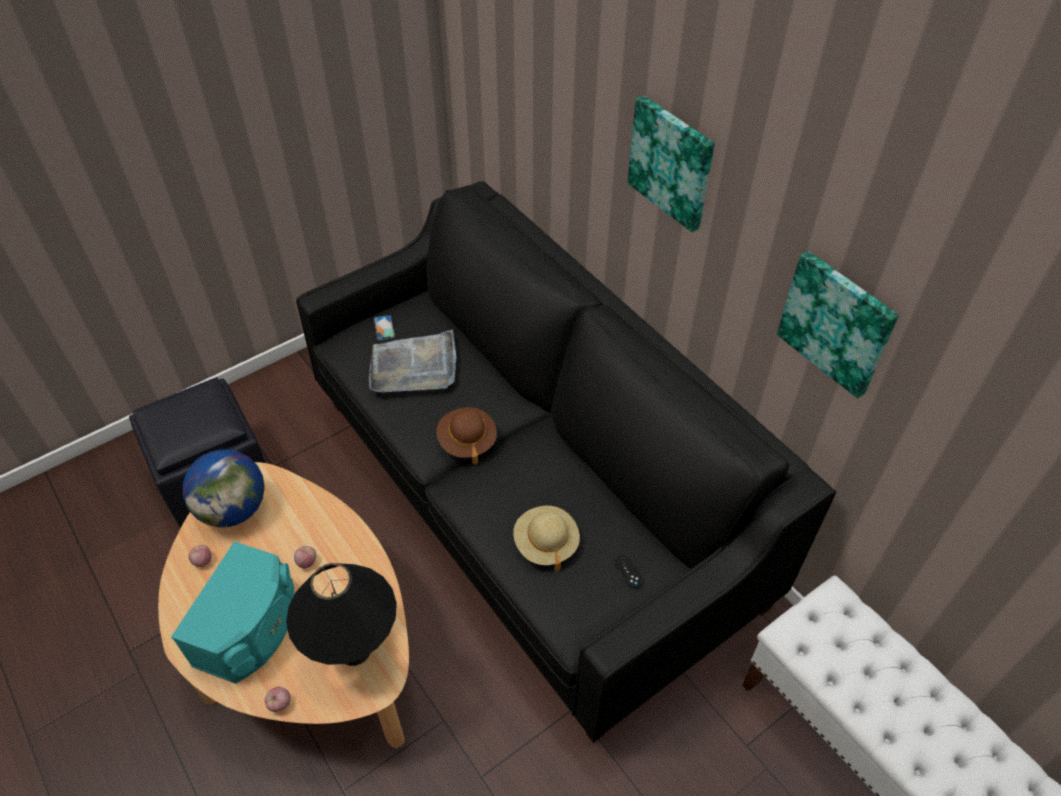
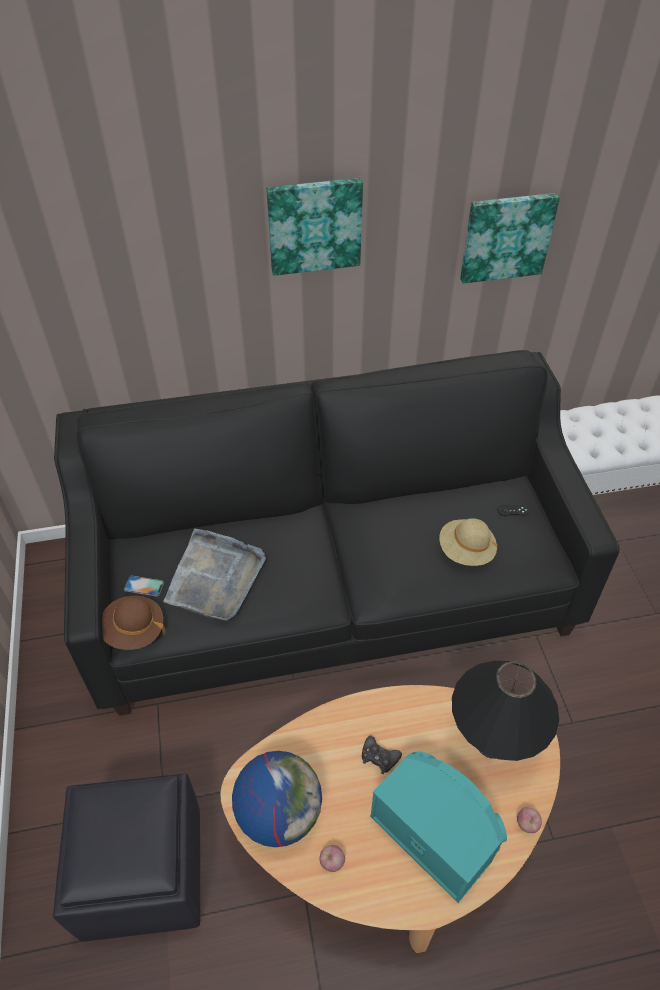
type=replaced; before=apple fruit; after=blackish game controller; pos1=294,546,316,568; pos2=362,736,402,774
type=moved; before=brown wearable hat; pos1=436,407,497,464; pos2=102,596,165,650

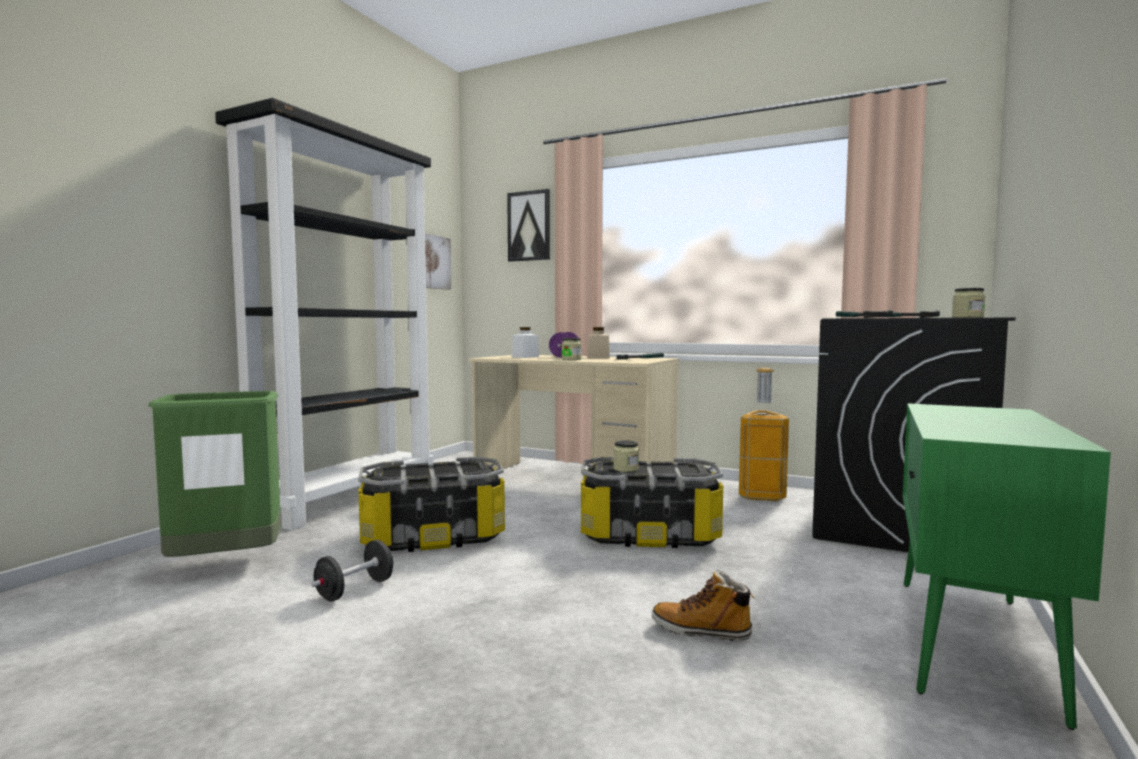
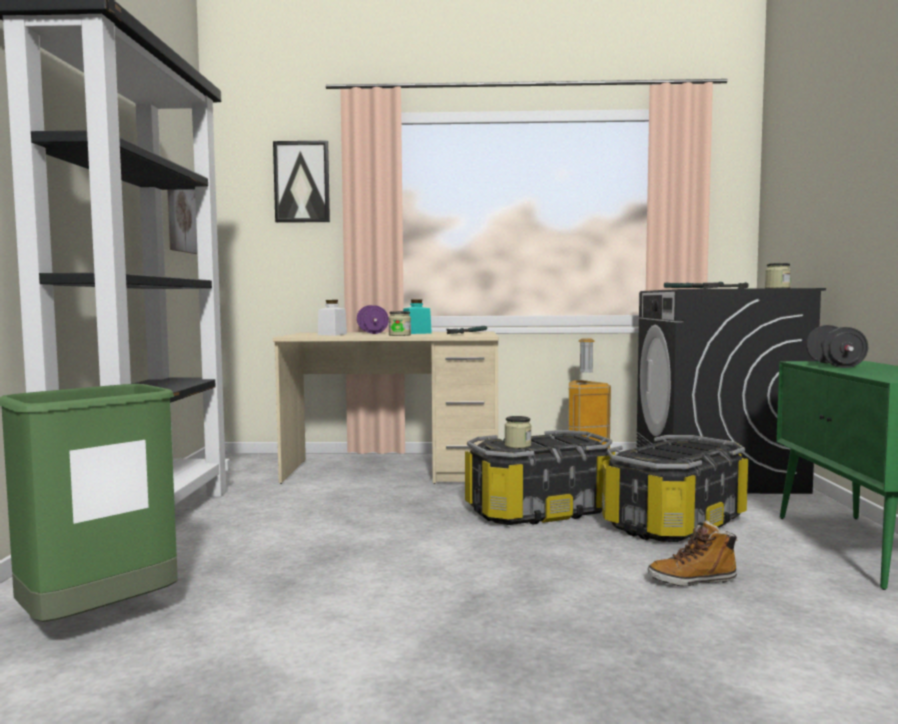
type=moved; before=blackish hand weight; pos1=311,540,393,602; pos2=806,325,868,368
type=moved; before=storage box; pos1=358,457,505,552; pos2=602,435,748,542
type=recoloured; before=sand-coloured preserve jar; after=turquoise preserve jar; pos1=588,327,610,359; pos2=403,299,432,334

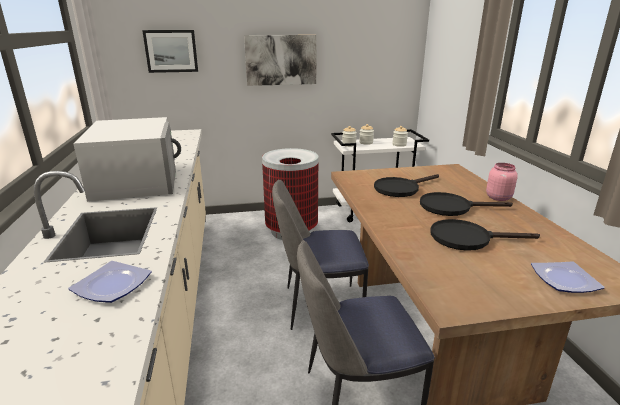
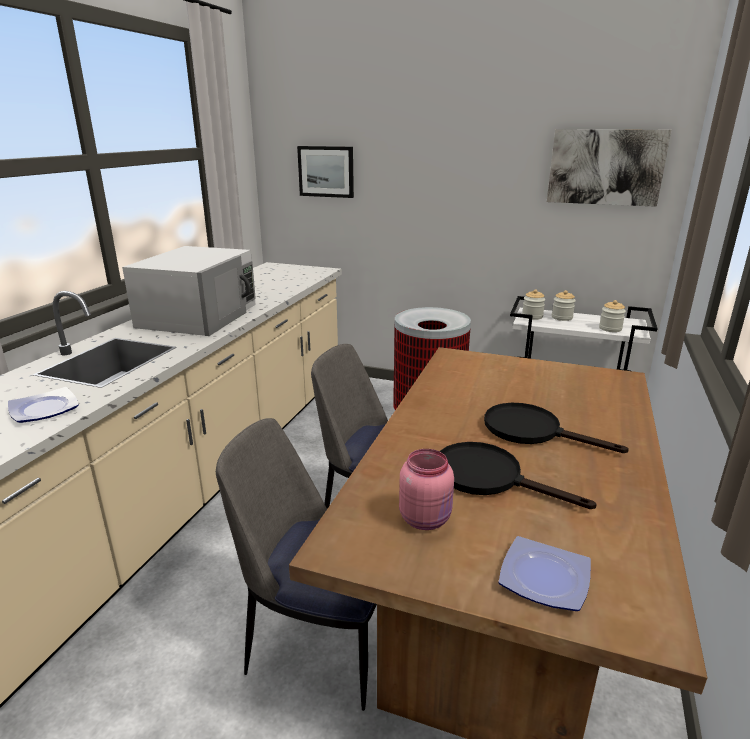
type=moved; before=picture; pos1=244,35,317,86; pos2=547,129,672,207
type=removed; before=blackish frying pan; pos1=374,174,439,197
type=moved; before=pink preserve jar; pos1=486,163,518,201; pos2=399,449,454,530

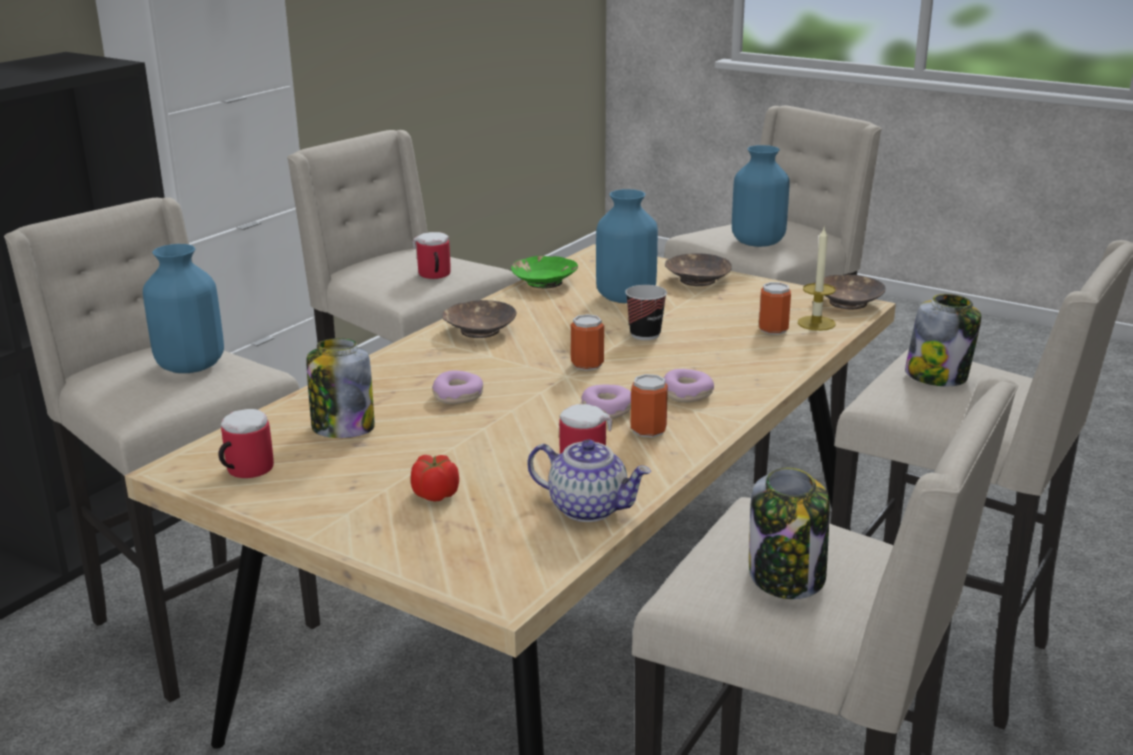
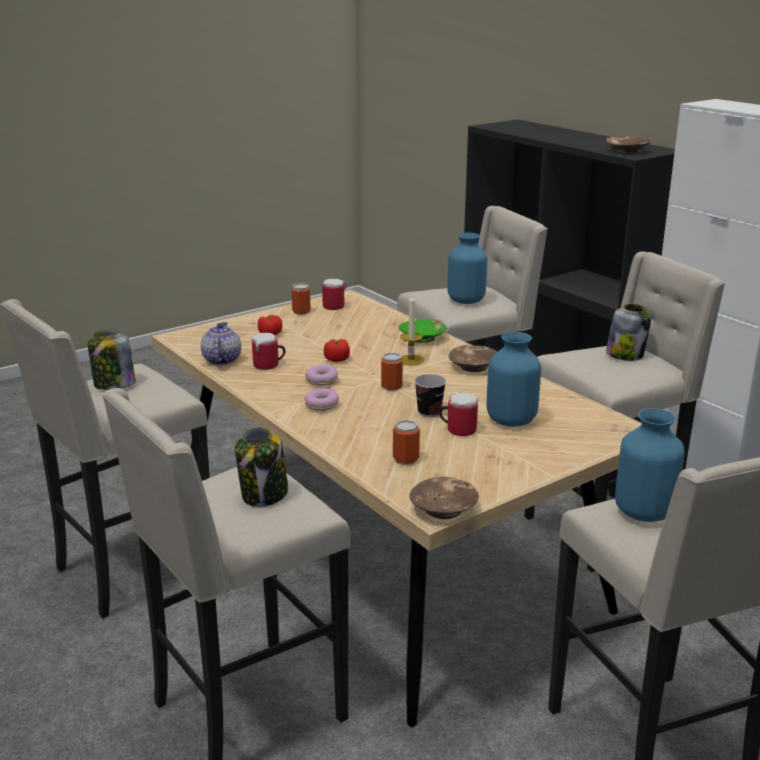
type=moved; before=preserve jar; pos1=306,338,375,438; pos2=606,304,651,361
type=moved; before=tea mug; pos1=413,232,451,279; pos2=439,393,478,436
type=removed; before=doughnut; pos1=432,370,483,404
type=moved; before=green-coloured serving bowl; pos1=511,256,578,288; pos2=399,319,447,343
type=turned; before=pot for tea; pos1=527,439,651,522; pos2=201,322,241,365; turn=135
type=moved; before=sealed can; pos1=631,374,668,438; pos2=291,283,311,315
type=moved; before=brown serving bowl; pos1=665,253,732,286; pos2=606,136,652,154
type=moved; before=candle; pos1=798,226,836,331; pos2=400,295,424,366
type=added; after=tomato; pos2=324,339,350,362

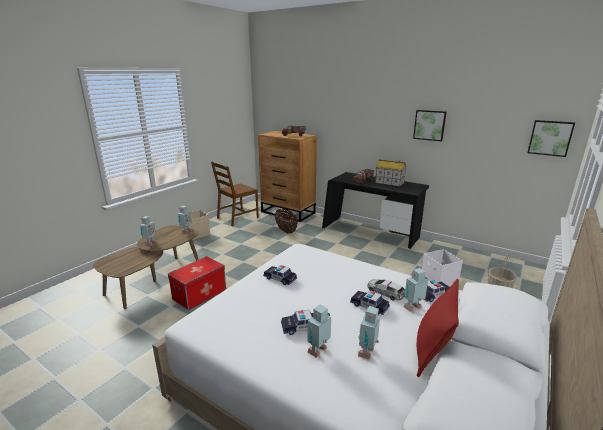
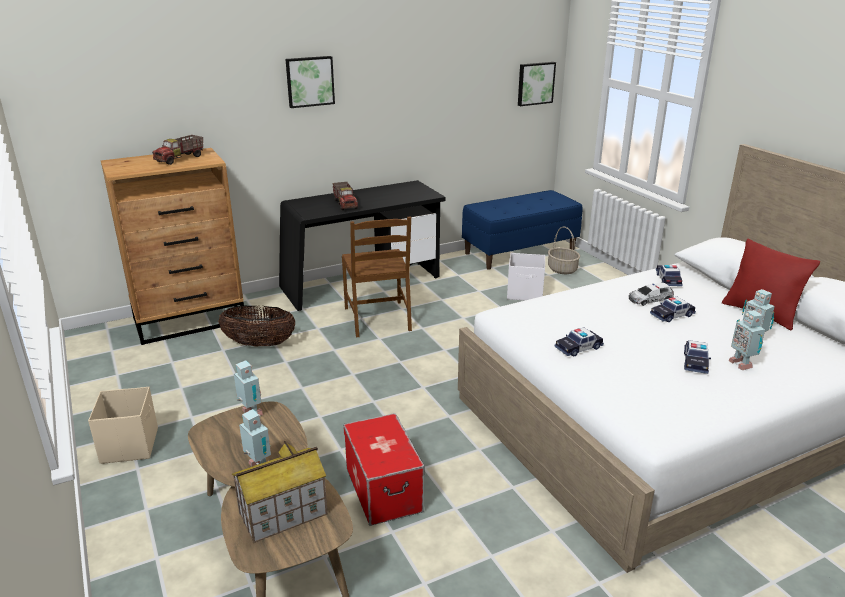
type=moved; before=brown plain chair; pos1=211,161,259,226; pos2=342,216,412,338
type=moved; before=toy house; pos1=375,159,406,187; pos2=232,441,328,543
type=removed; before=model robot; pos1=403,268,428,312
type=moved; before=picture; pos1=413,110,447,142; pos2=285,56,335,108
type=added; after=blue-coloured indoor bench; pos2=462,190,583,270

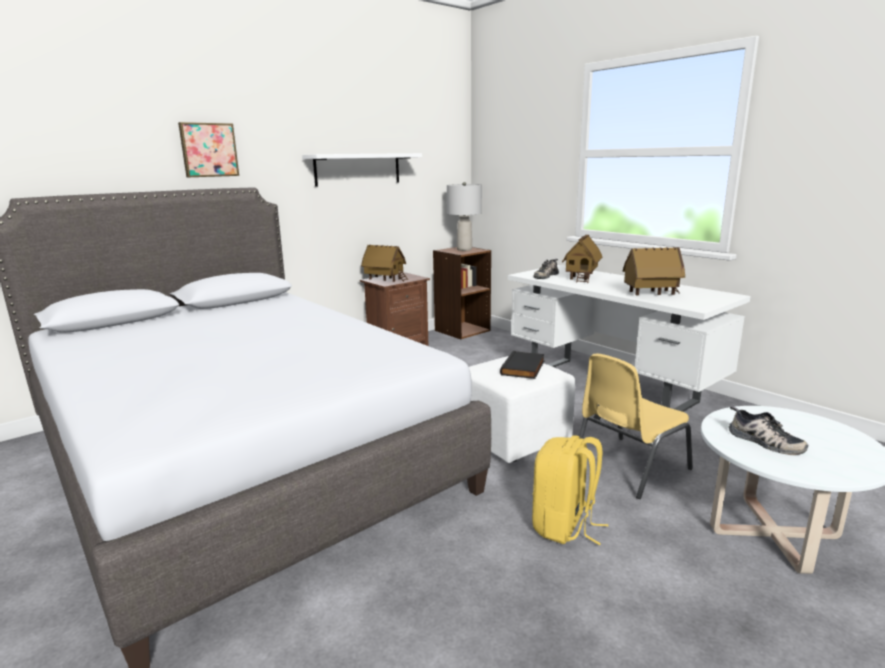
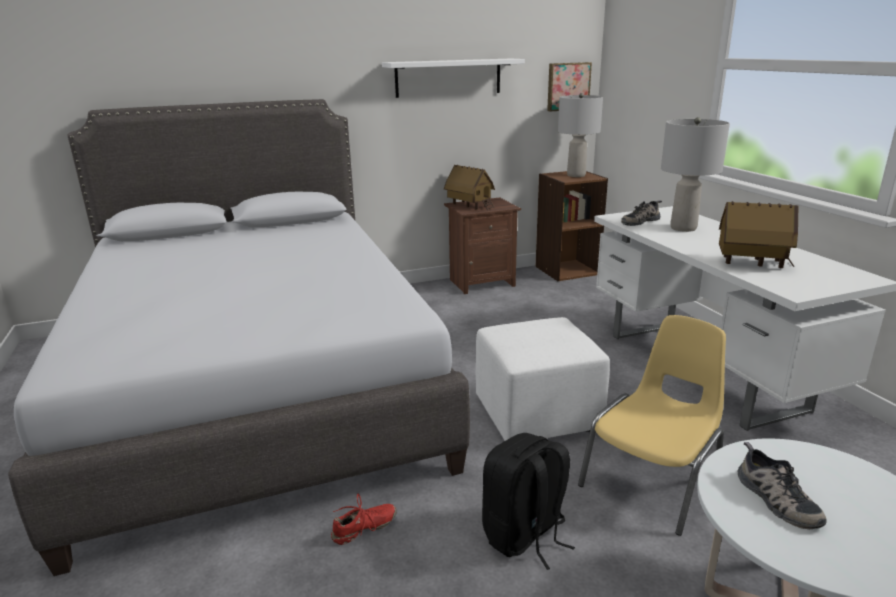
type=moved; before=picture; pos1=178,122,239,177; pos2=547,62,592,111
type=removed; before=blackish book; pos1=500,351,545,379
type=recoloured; before=yellow backpack; after=blackish backpack; pos1=532,435,608,545; pos2=482,433,575,570
type=replaced; before=toy house; after=greyish table lamp; pos1=562,235,602,283; pos2=661,117,730,232
type=turned; before=yellow plain chair; pos1=579,354,693,499; pos2=578,315,726,536; turn=150
type=added; after=red-coloured shoe; pos2=331,493,397,545

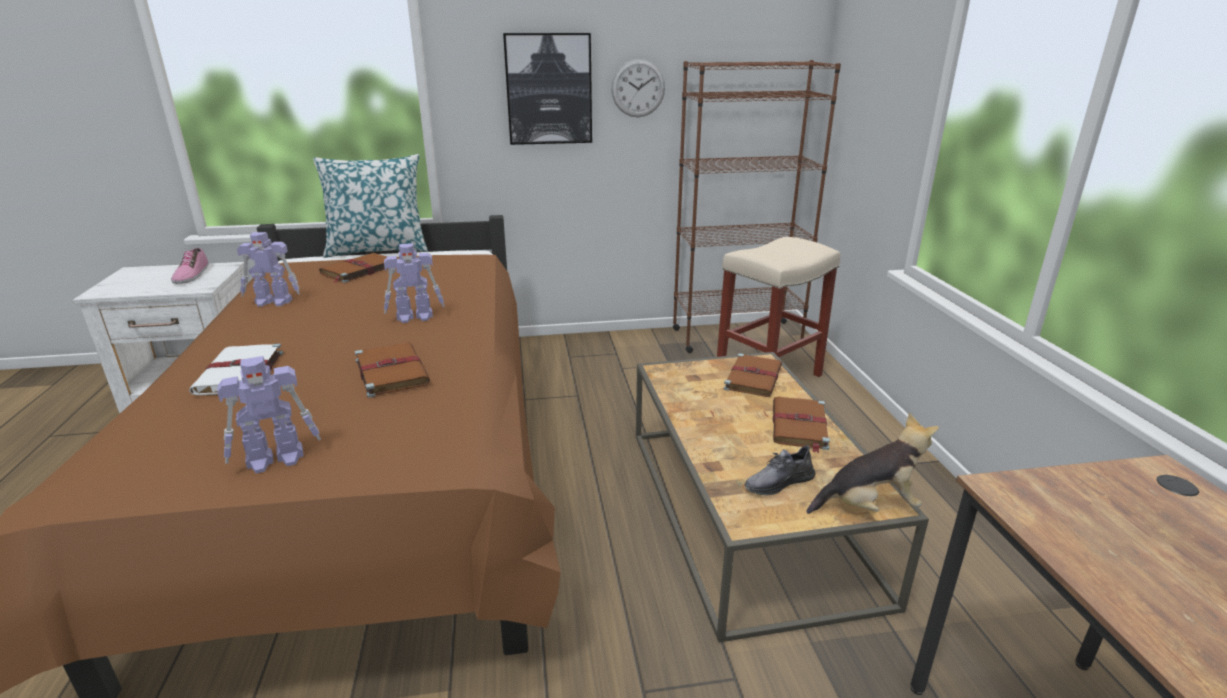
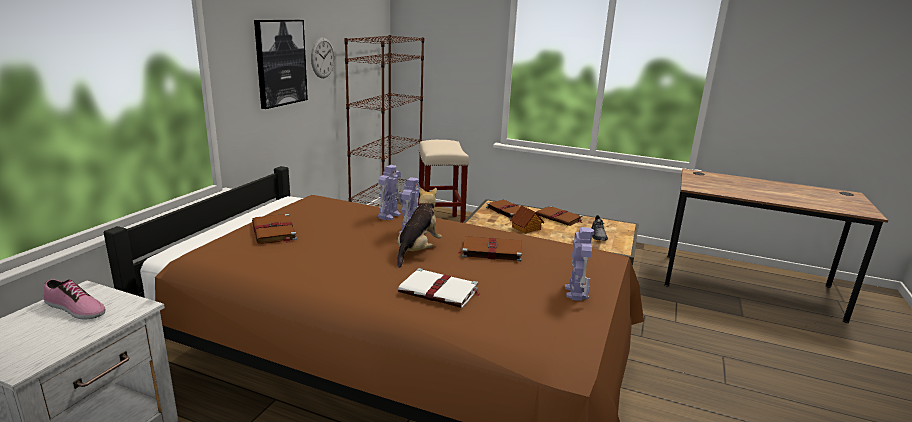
type=moved; before=model robot; pos1=237,232,300,307; pos2=378,165,402,220
type=removed; before=pillow; pos1=313,154,428,258
type=moved; before=cuddly toy; pos1=806,413,939,514; pos2=397,187,442,268
type=added; after=toy house; pos2=510,205,545,234

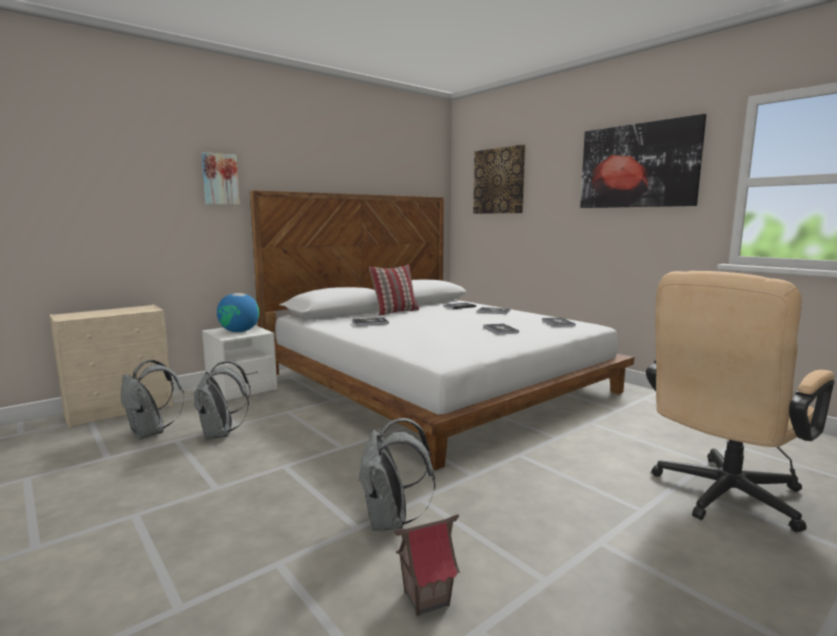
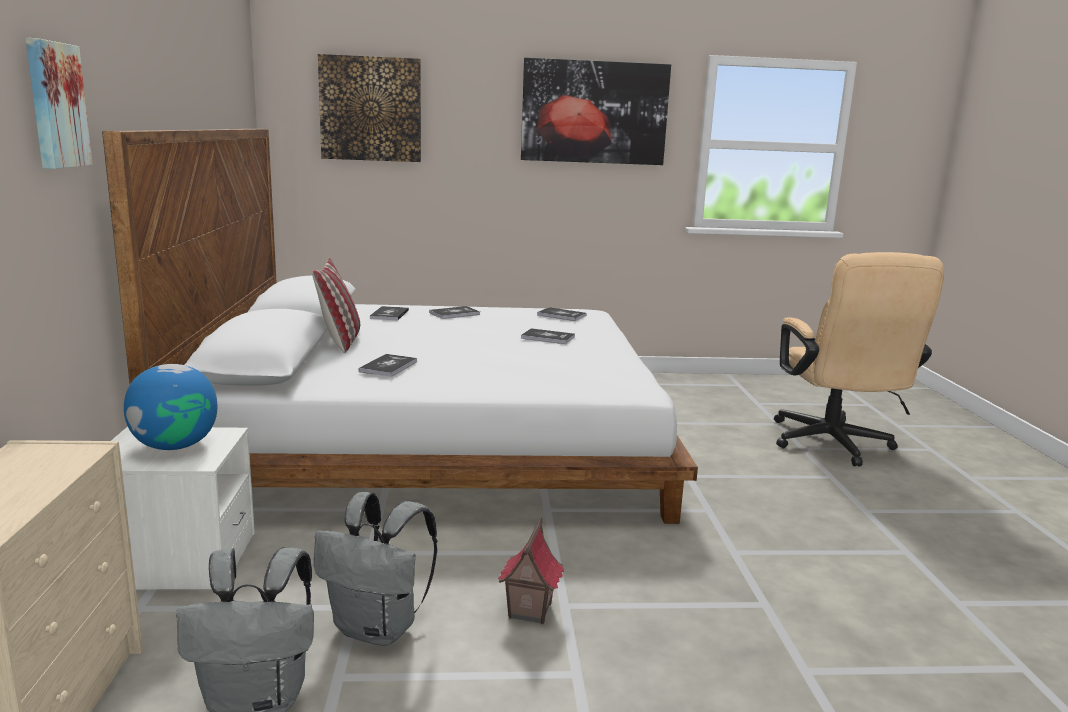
type=removed; before=greyish backpack; pos1=358,418,435,531
type=moved; before=toy house; pos1=393,514,460,616; pos2=498,518,564,624

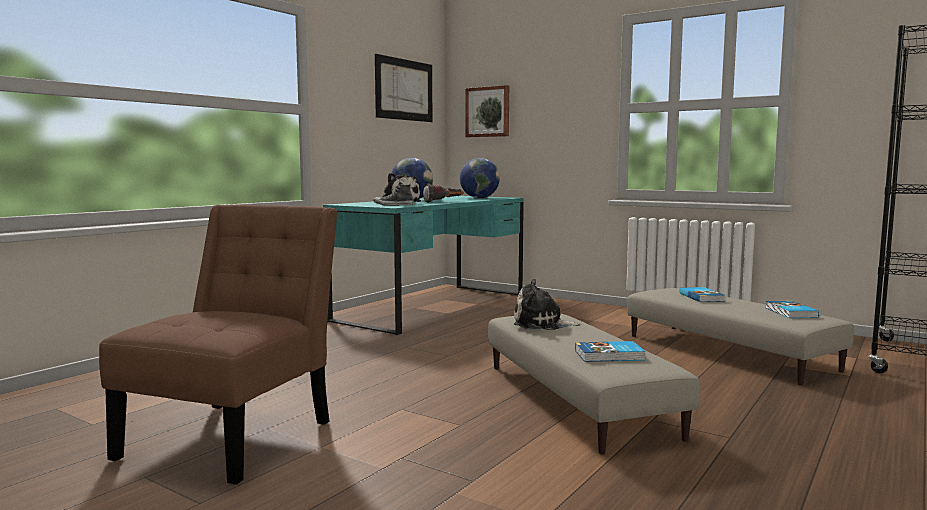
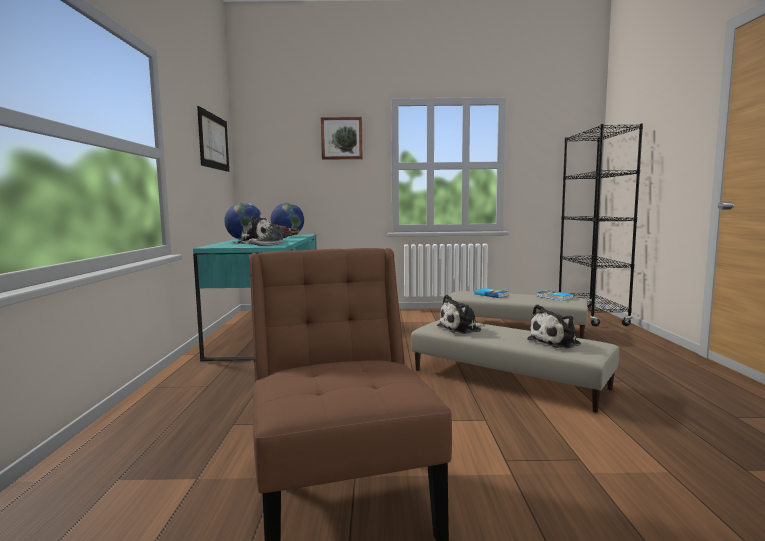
type=moved; before=picture; pos1=465,85,509,137; pos2=321,117,363,160
type=replaced; before=book; after=cuddly toy; pos1=575,341,645,362; pos2=527,304,581,349

